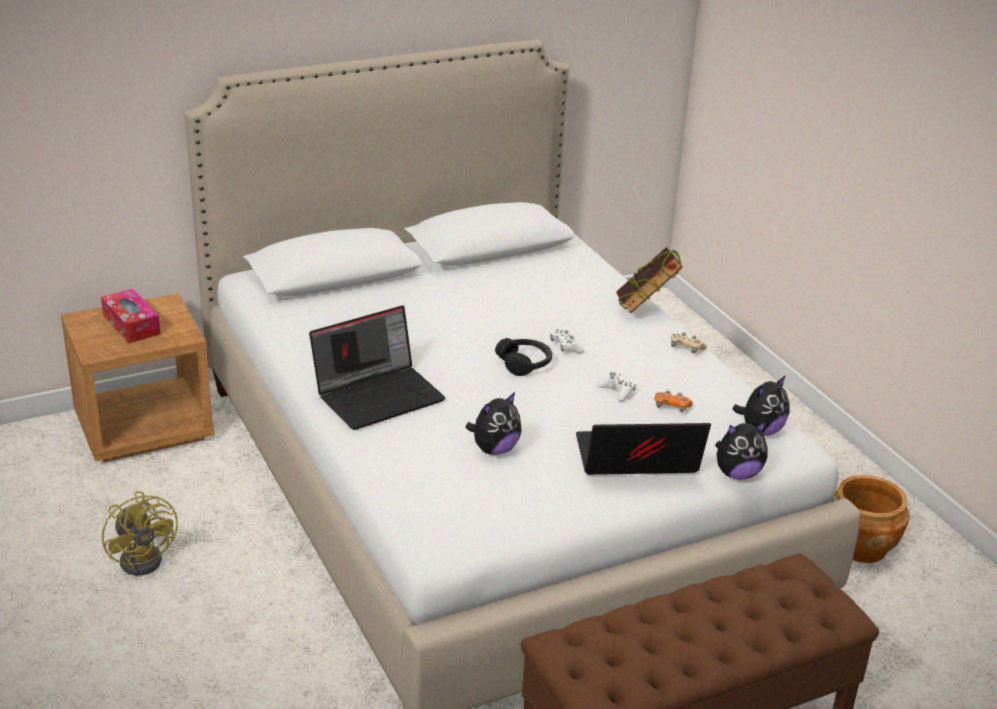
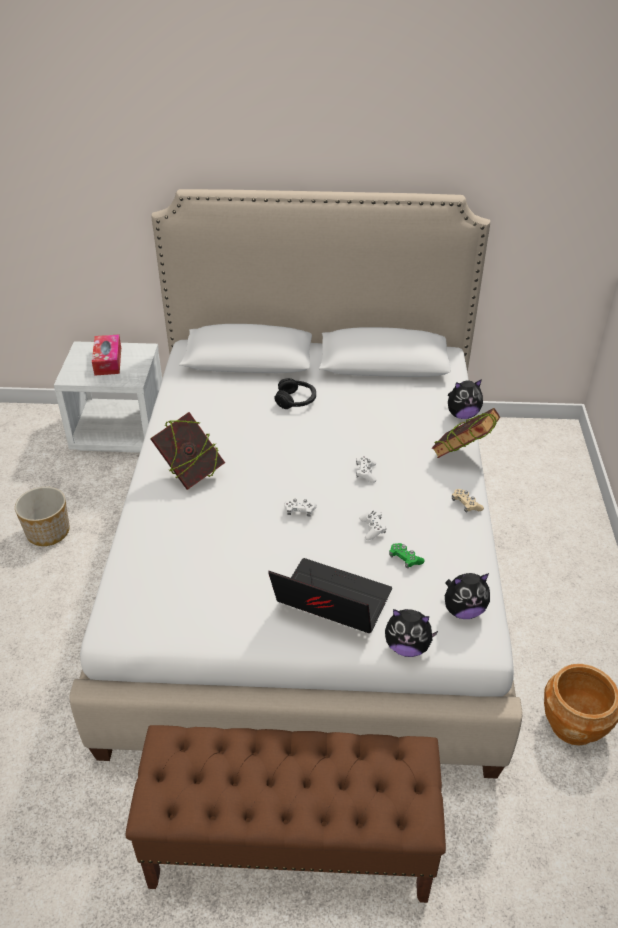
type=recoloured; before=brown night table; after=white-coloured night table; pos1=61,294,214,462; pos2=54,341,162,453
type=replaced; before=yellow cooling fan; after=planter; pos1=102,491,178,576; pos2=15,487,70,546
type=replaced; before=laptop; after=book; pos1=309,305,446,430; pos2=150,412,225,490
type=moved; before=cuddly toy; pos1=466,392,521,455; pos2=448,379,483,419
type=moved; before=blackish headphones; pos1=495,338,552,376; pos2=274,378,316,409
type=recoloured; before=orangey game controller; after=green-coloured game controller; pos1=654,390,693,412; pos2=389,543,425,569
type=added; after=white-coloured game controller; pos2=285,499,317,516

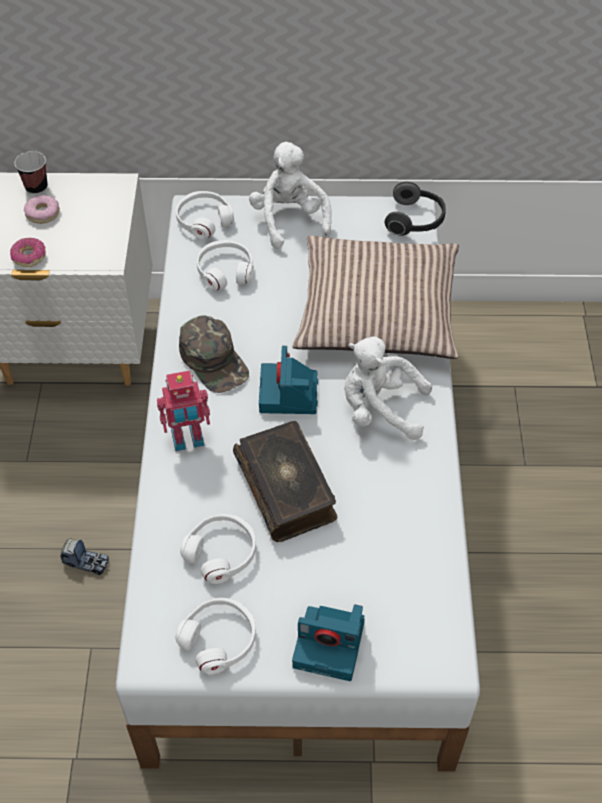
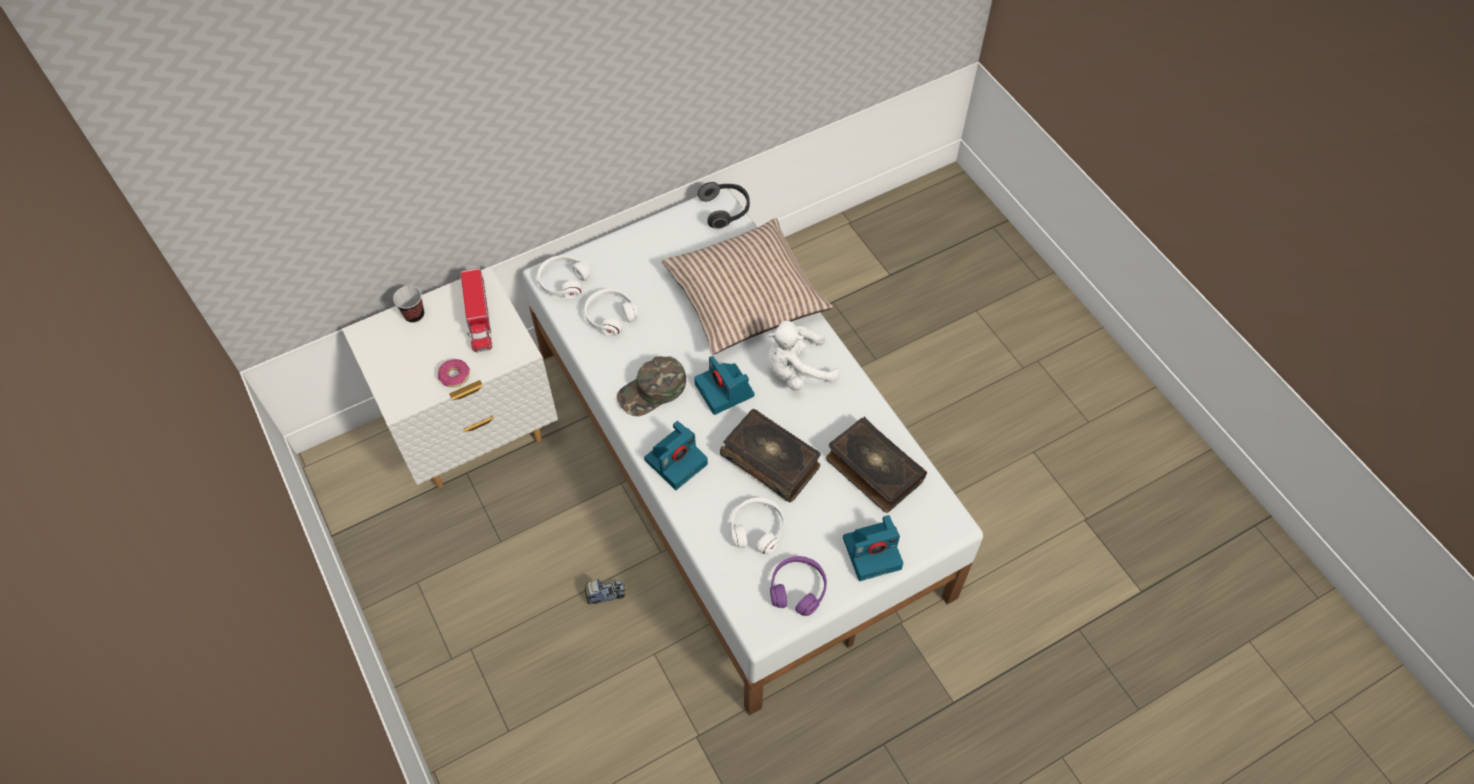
type=removed; before=doughnut; pos1=24,195,60,224
type=replaced; before=model robot; after=photo camera; pos1=157,370,210,451; pos2=644,421,708,490
type=recoloured; before=white-coloured headphones; after=purple-coloured headphones; pos1=175,598,256,675; pos2=770,556,827,616
type=turned; before=green-coloured baseball cap; pos1=179,316,249,393; pos2=617,356,686,416; turn=120
type=removed; before=white-coloured cuddly toy; pos1=249,141,332,249
type=added; after=model truck; pos2=460,268,492,353
type=added; after=book; pos2=826,416,927,513

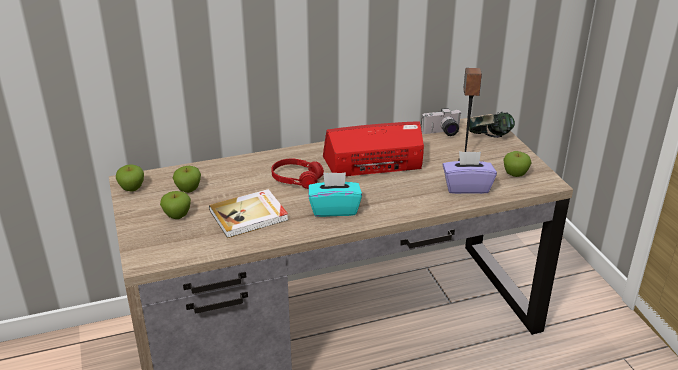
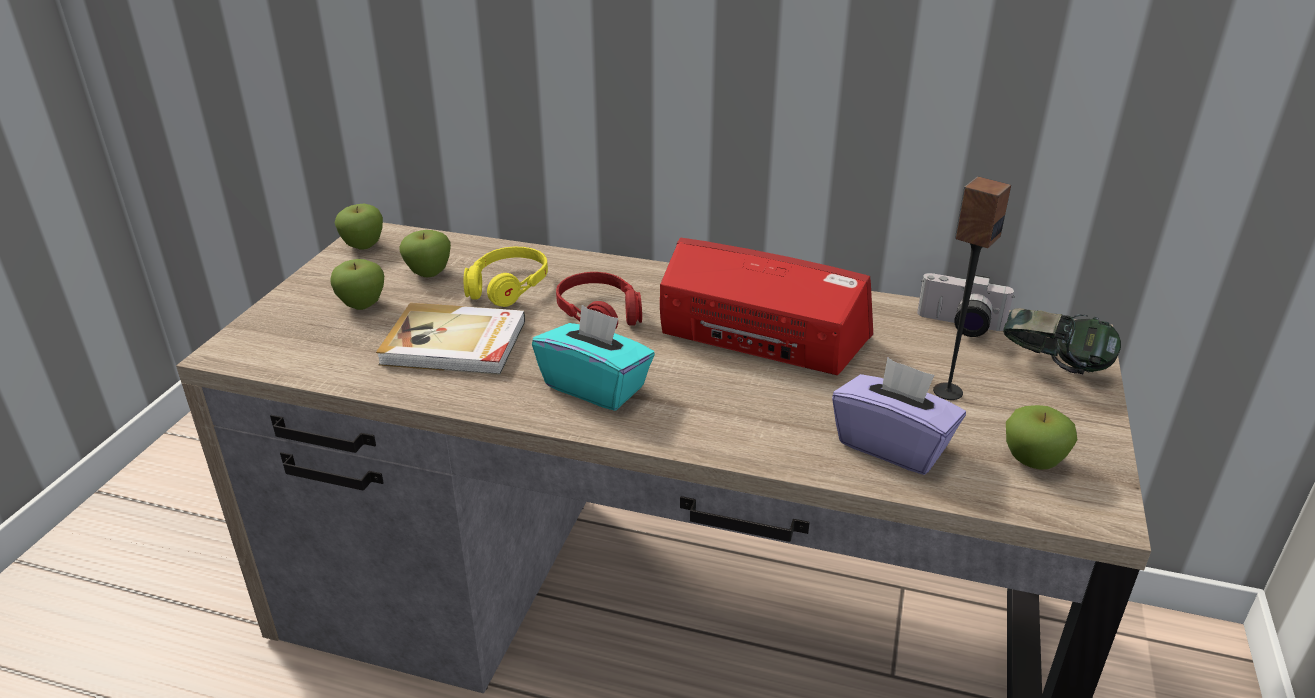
type=added; after=yellow headphones; pos2=464,247,548,307

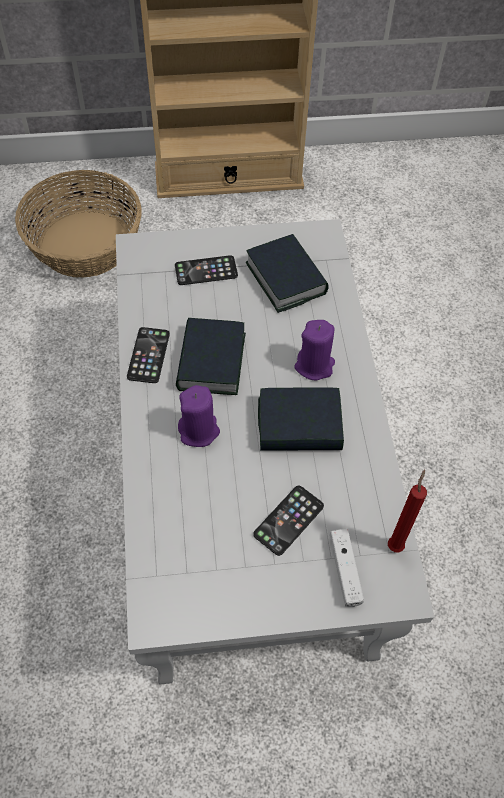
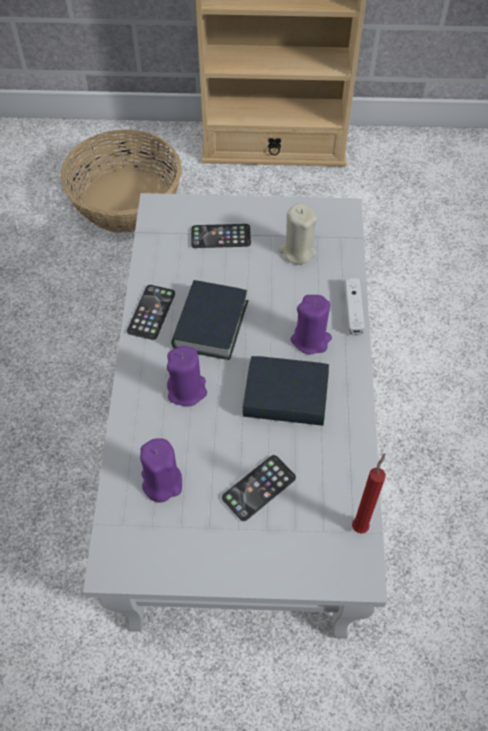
type=replaced; before=book; after=sand-coloured candle; pos1=246,234,329,313; pos2=278,203,317,265
type=moved; before=white-coloured game controller; pos1=330,529,364,607; pos2=344,278,365,335
type=added; after=purple-coloured candle; pos2=140,438,182,502

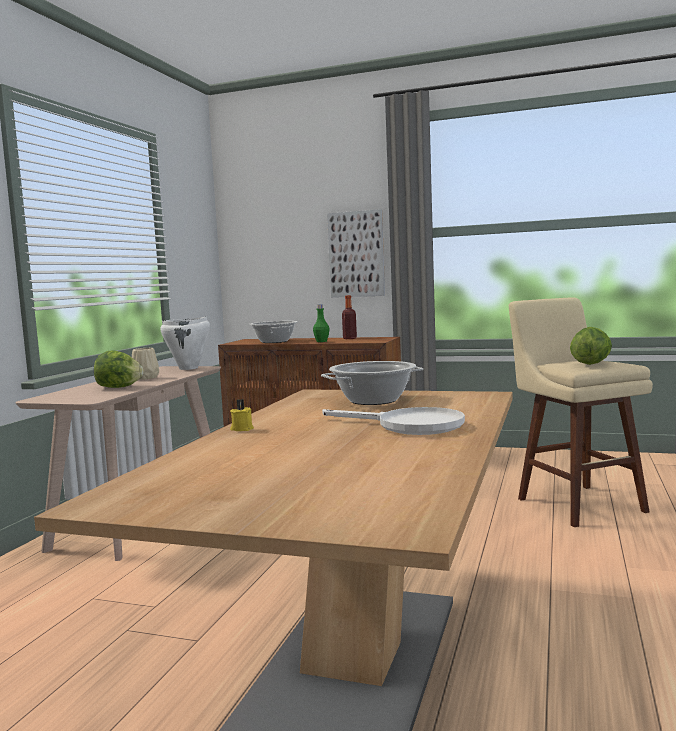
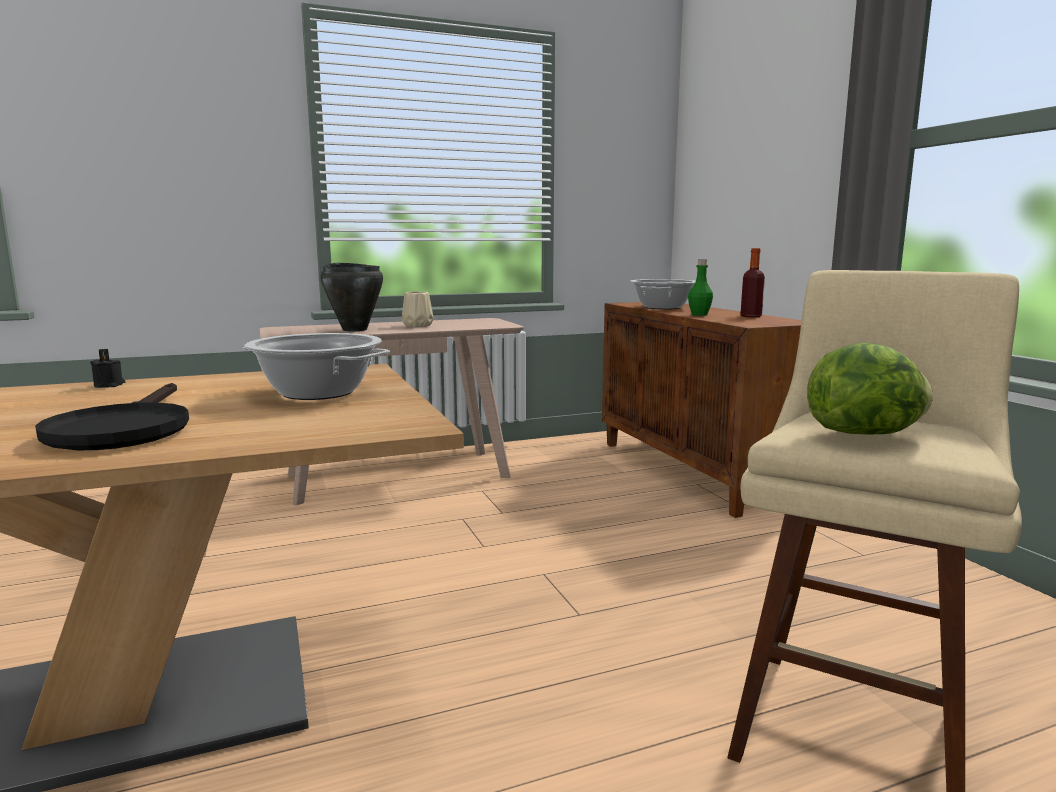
type=replaced; before=lettuce; after=blackish saucepot; pos1=94,350,144,388; pos2=321,262,383,331
type=removed; before=white-coloured saucepot; pos1=160,316,210,370
type=recoloured; before=yellow candle; after=blackish candle; pos1=230,399,254,431; pos2=90,349,125,388
type=recoloured; before=white-coloured frying pan; after=blackish frying pan; pos1=322,407,465,435; pos2=35,383,189,450
type=removed; before=picture; pos1=327,209,385,298

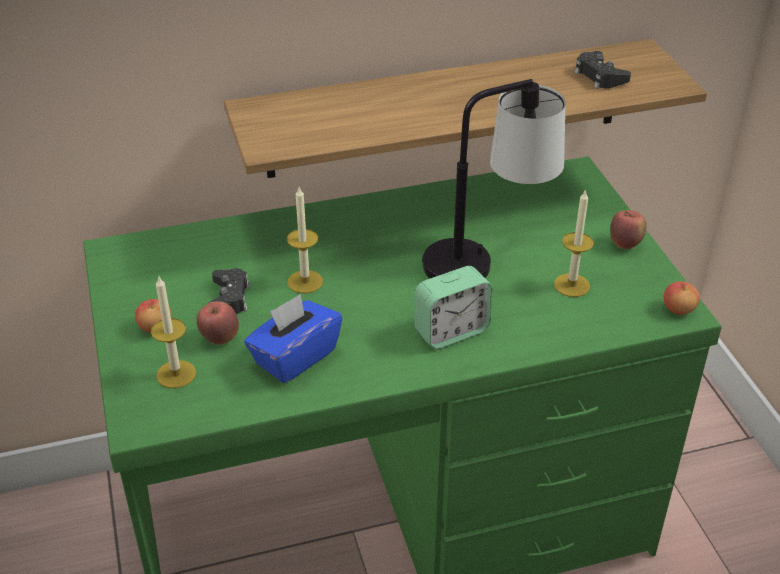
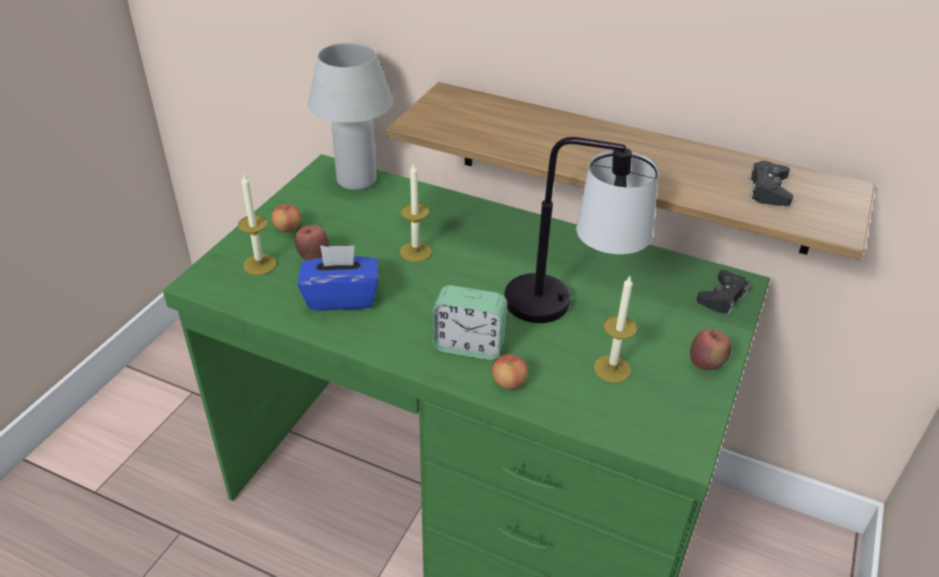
type=moved; before=blackish game controller; pos1=209,268,250,314; pos2=696,270,749,315
type=moved; before=apple fruit; pos1=663,281,700,315; pos2=492,354,528,389
type=added; after=white-coloured table lamp; pos2=308,43,393,190

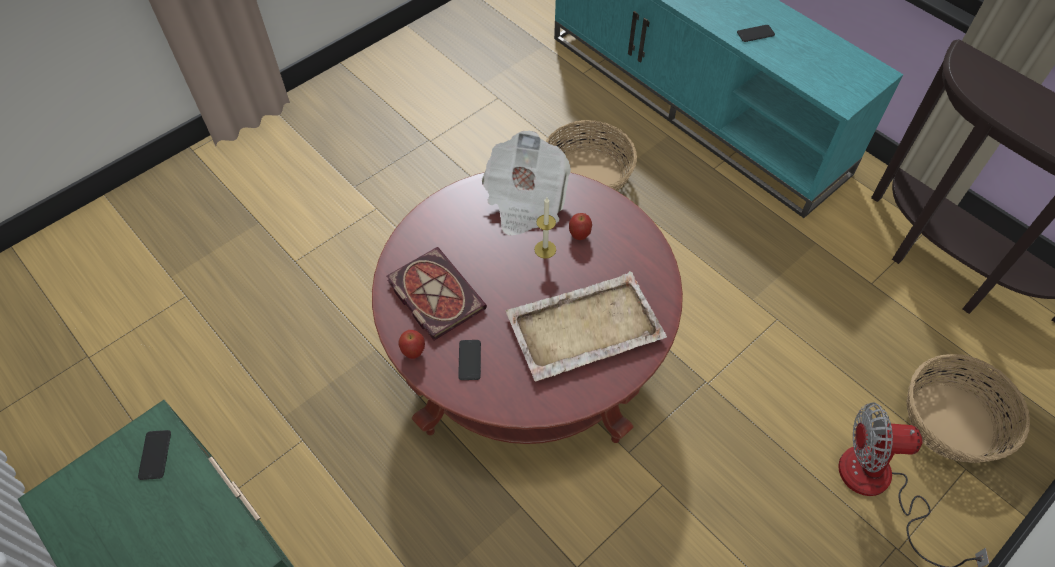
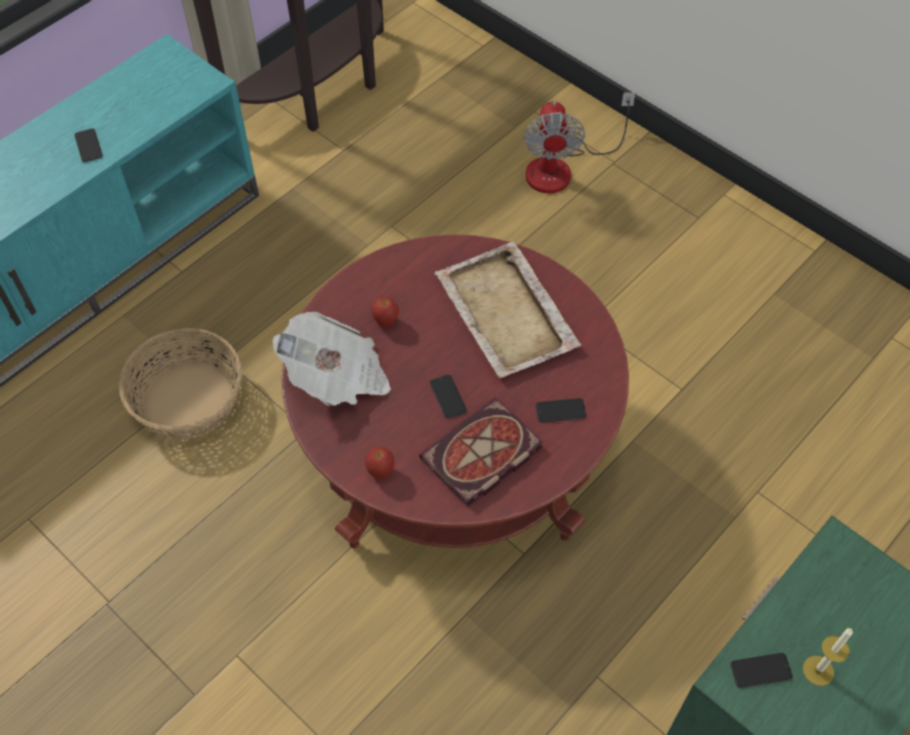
type=moved; before=apple fruit; pos1=399,330,425,359; pos2=365,447,394,478
type=moved; before=candle; pos1=534,198,556,259; pos2=803,628,853,686
type=removed; before=household basket; pos1=906,354,1030,463
type=added; after=handset; pos2=430,375,467,419

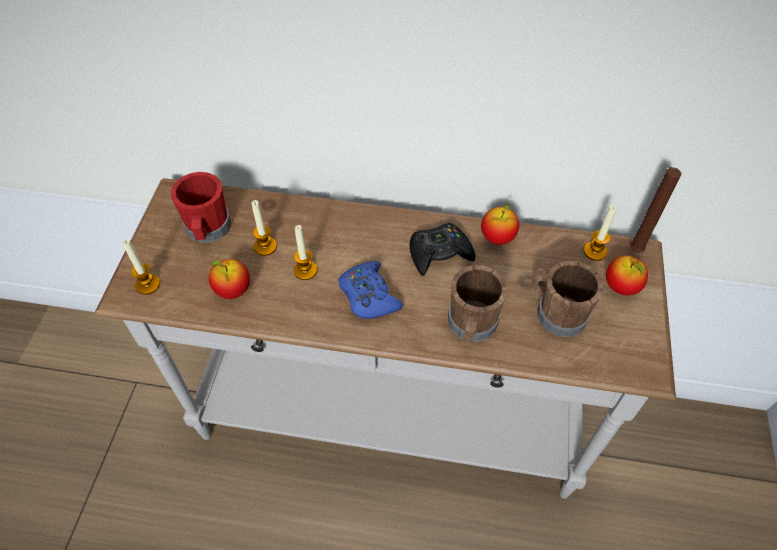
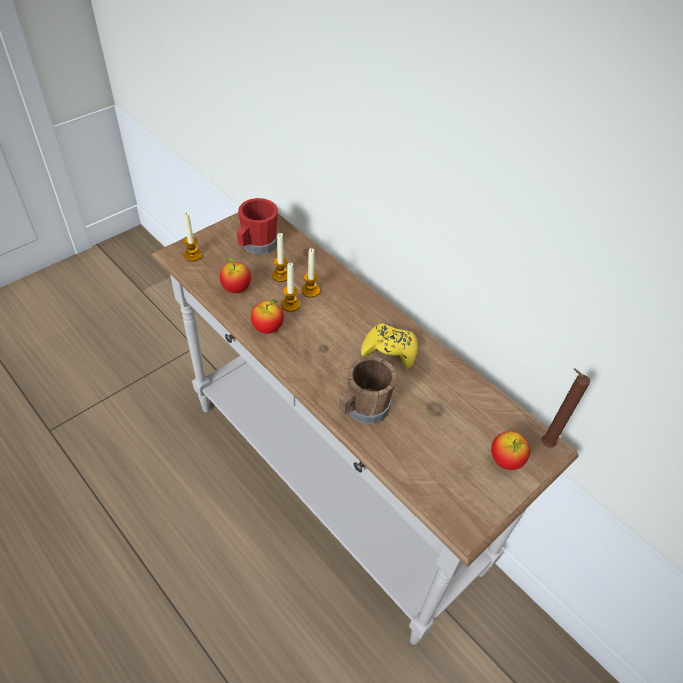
type=removed; before=blue-coloured game controller; pos1=338,261,403,319
type=recoloured; before=blackish game controller; after=yellow game controller; pos1=410,223,475,276; pos2=361,323,417,369
type=moved; before=apple fruit; pos1=481,203,519,245; pos2=251,299,284,334
type=removed; before=brown tea mug; pos1=531,261,604,337
type=moved; before=candle; pos1=584,205,616,261; pos2=301,248,320,297

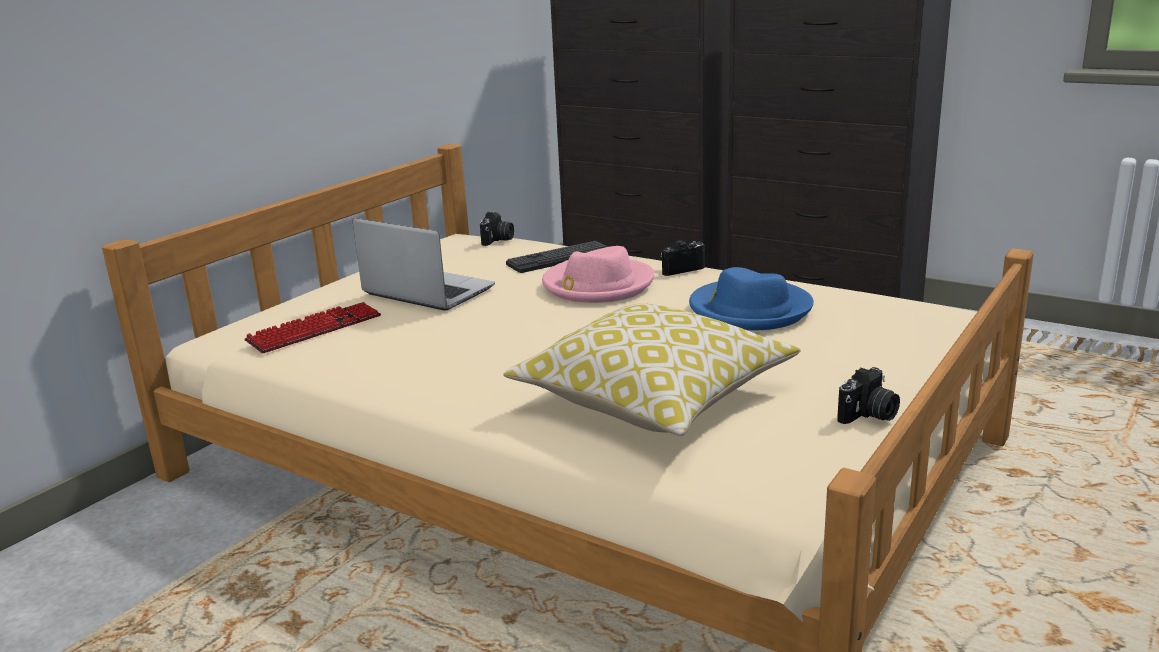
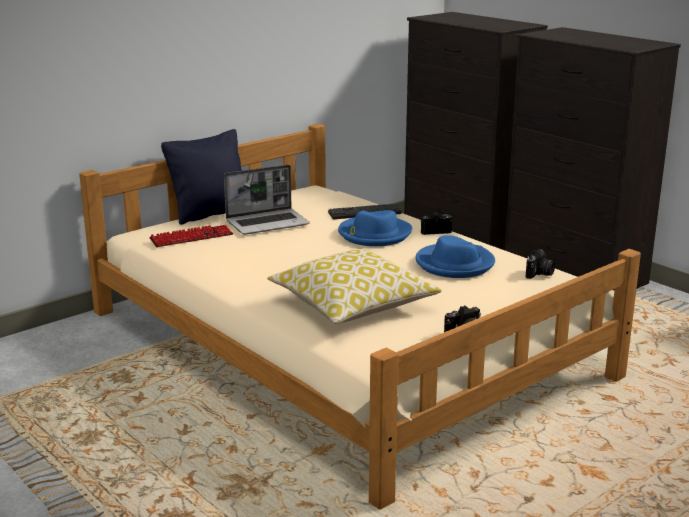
type=turned; before=laptop; pos1=353,218,495,311; pos2=224,165,310,235; turn=105
type=moved; before=photo camera; pos1=480,212,514,246; pos2=526,249,555,279
type=recoloured; before=pink wearable hat; after=blue-coloured wearable hat; pos1=542,246,655,303; pos2=338,210,412,246
type=added; after=blackish pillow; pos2=161,129,242,225

